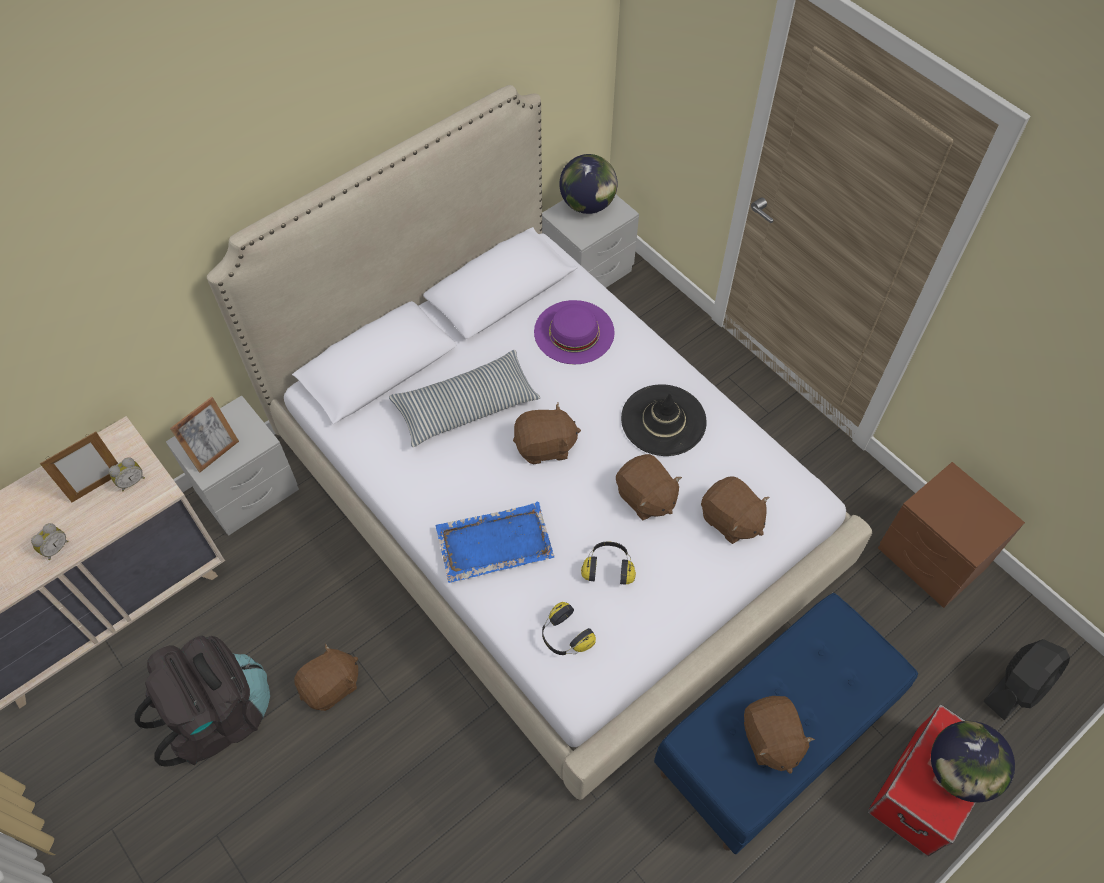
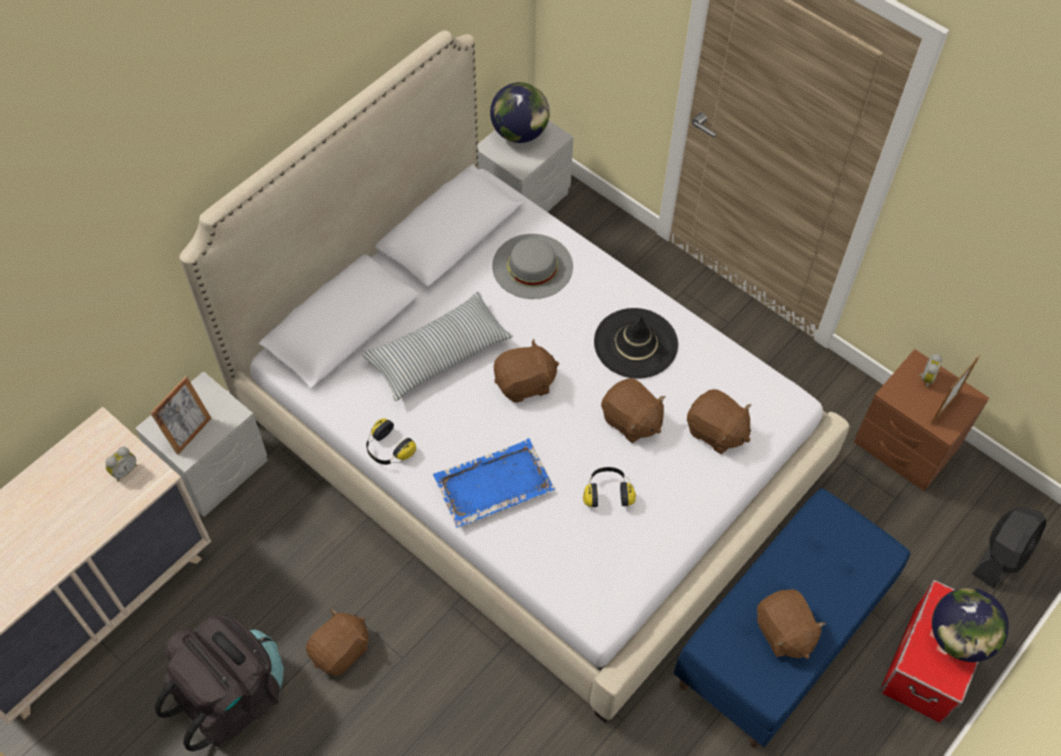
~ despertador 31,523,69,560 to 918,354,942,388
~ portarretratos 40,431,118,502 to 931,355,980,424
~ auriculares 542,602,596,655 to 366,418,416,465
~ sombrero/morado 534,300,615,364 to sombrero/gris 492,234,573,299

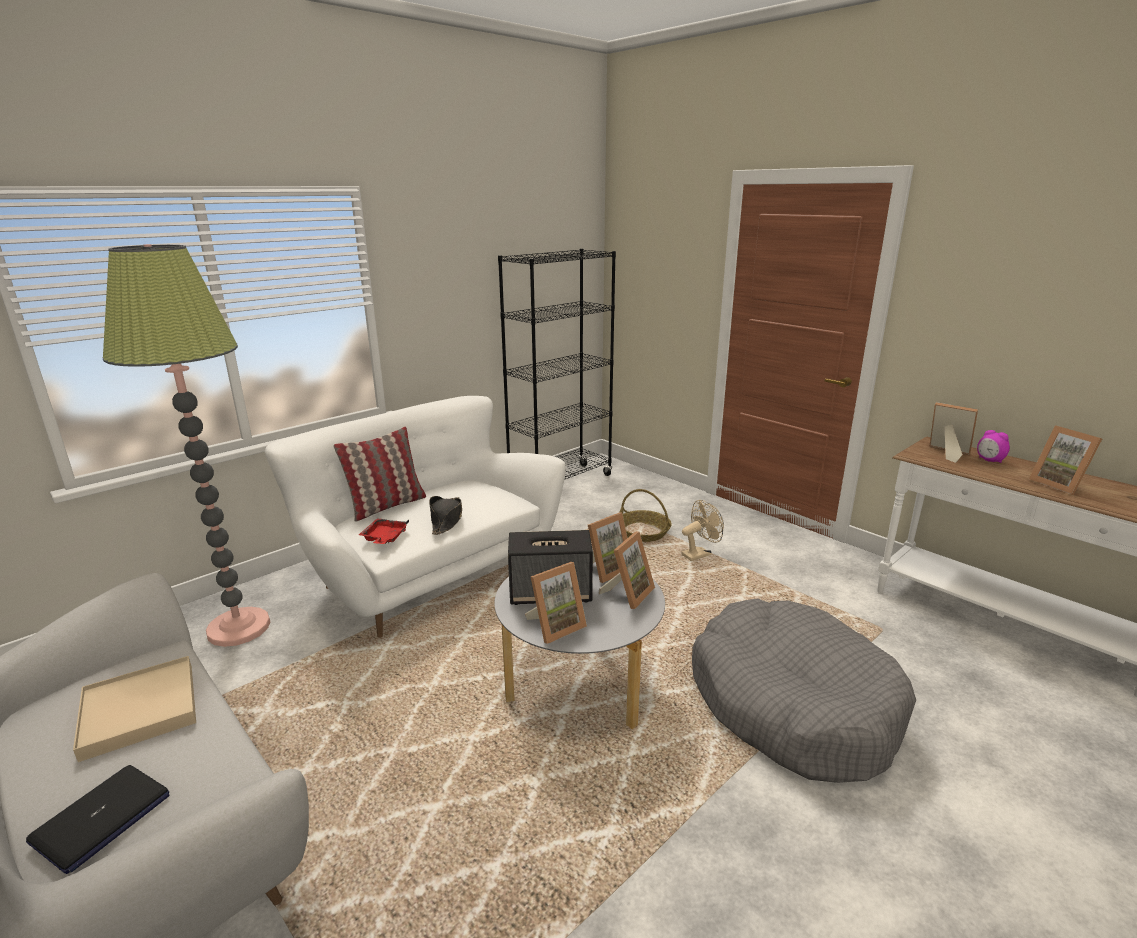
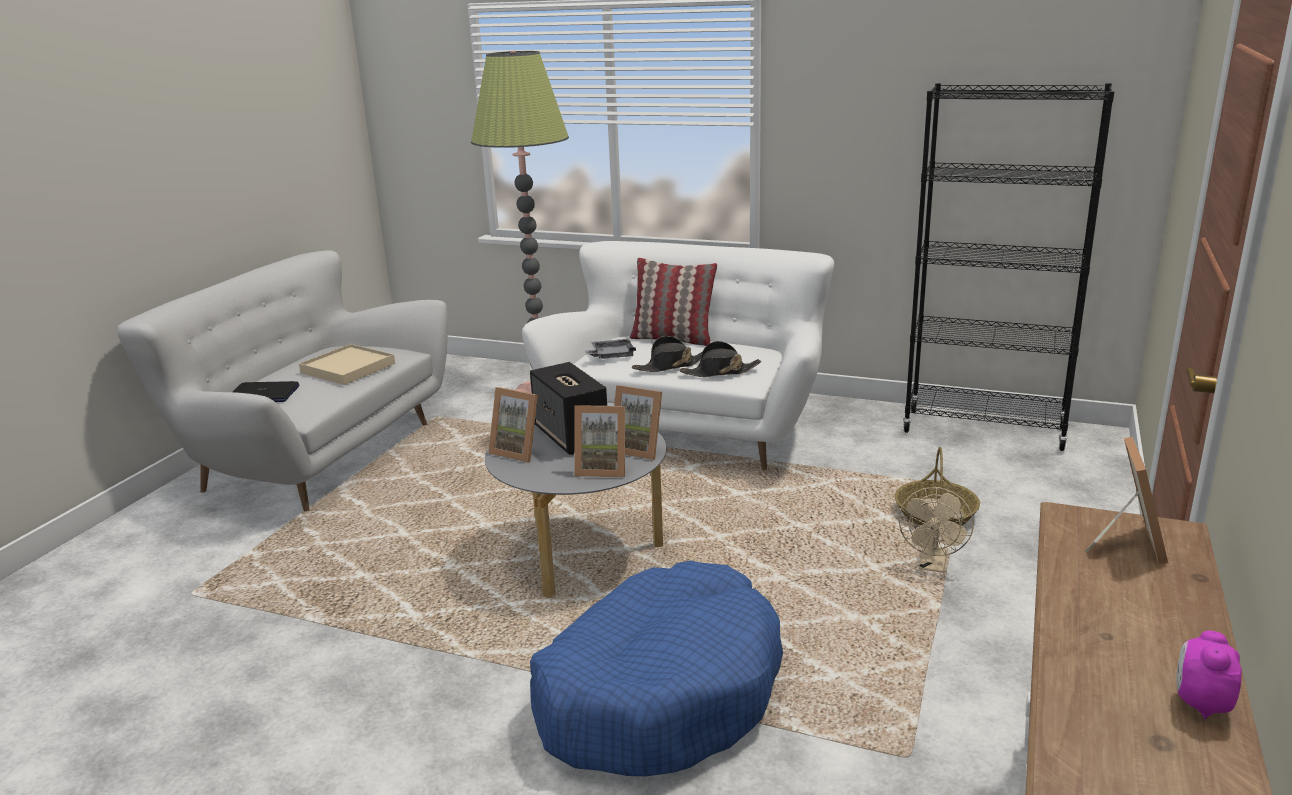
- portarretratos 1029,425,1102,495
+ sombrero/negro 680,341,761,377
~ despertador 977,430,1010,463 to 1177,631,1242,719
~ bandeja/rojo 359,518,409,544 to bandeja/gris 585,339,636,359
~ cama para perro/gris 692,598,916,783 to cama para perro/azul 530,560,783,776
~ ventilador/beis 681,500,724,561 = 899,487,974,573 75 degrees clockwise

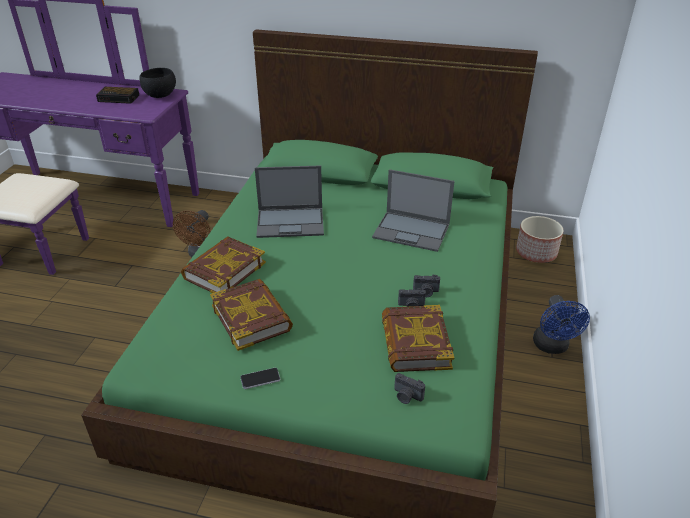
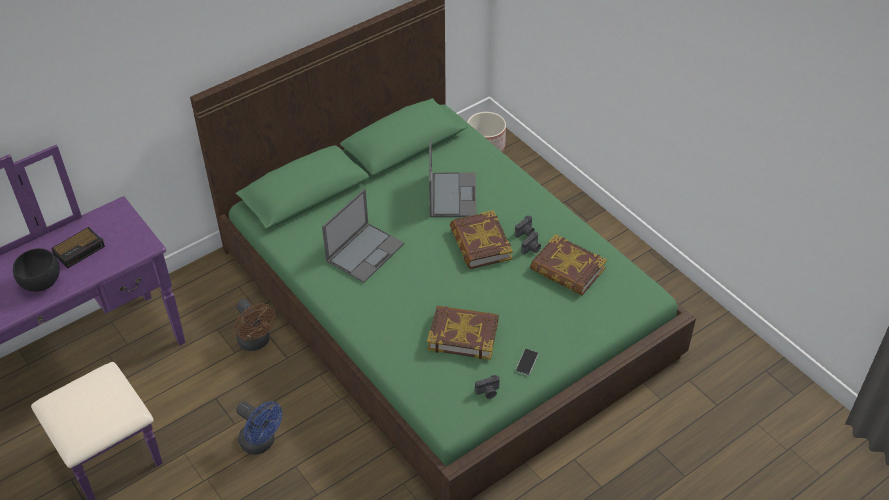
~ cuenco/negro 140,68,176,98 to 13,248,60,292
~ libro 181,236,266,293 to 450,210,513,269
~ cámara 394,373,425,404 to 475,375,500,399
~ ventilador/azul 533,295,590,354 to 236,401,282,455
~ portátil 372,169,455,252 = 429,139,477,217 60 degrees counterclockwise

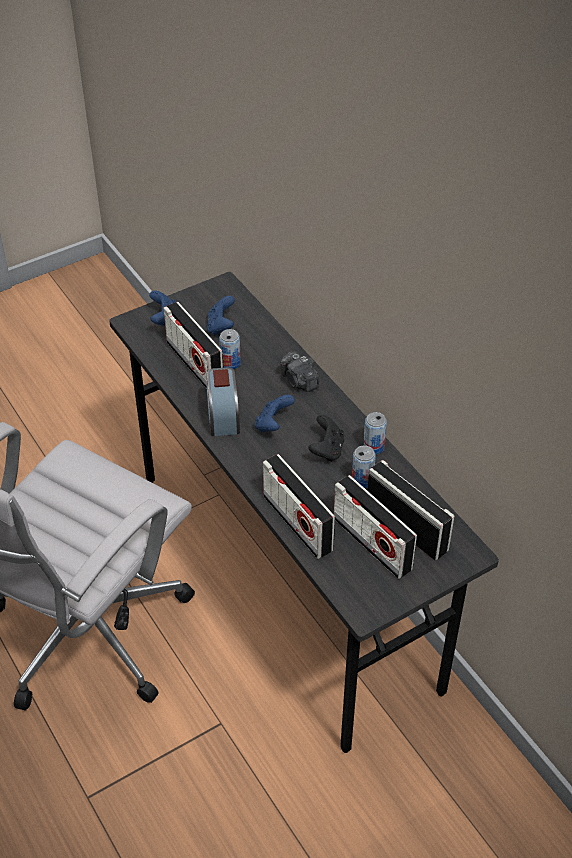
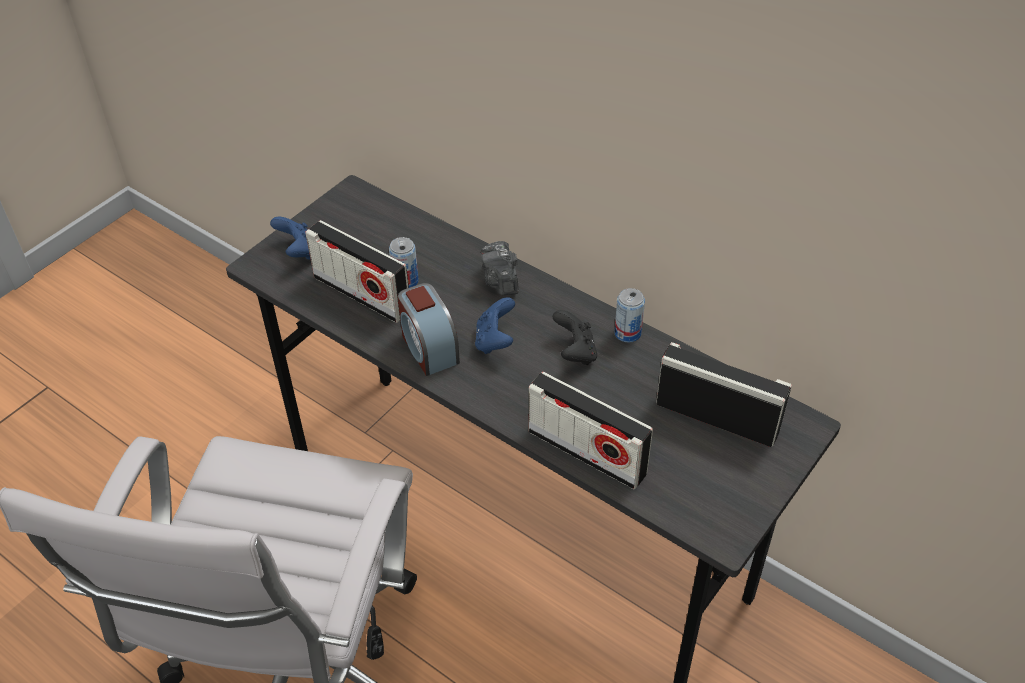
- mando de consola/azul 207,296,235,336
- radio 334,475,417,579
- lata 352,445,376,488
~ cámara 280,351,320,392 = 481,241,519,295 45 degrees clockwise

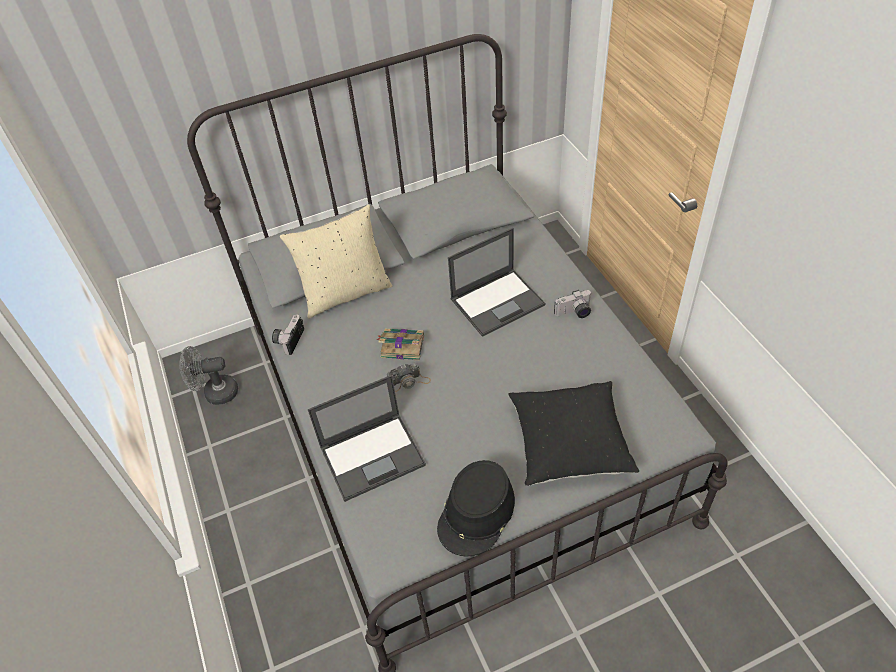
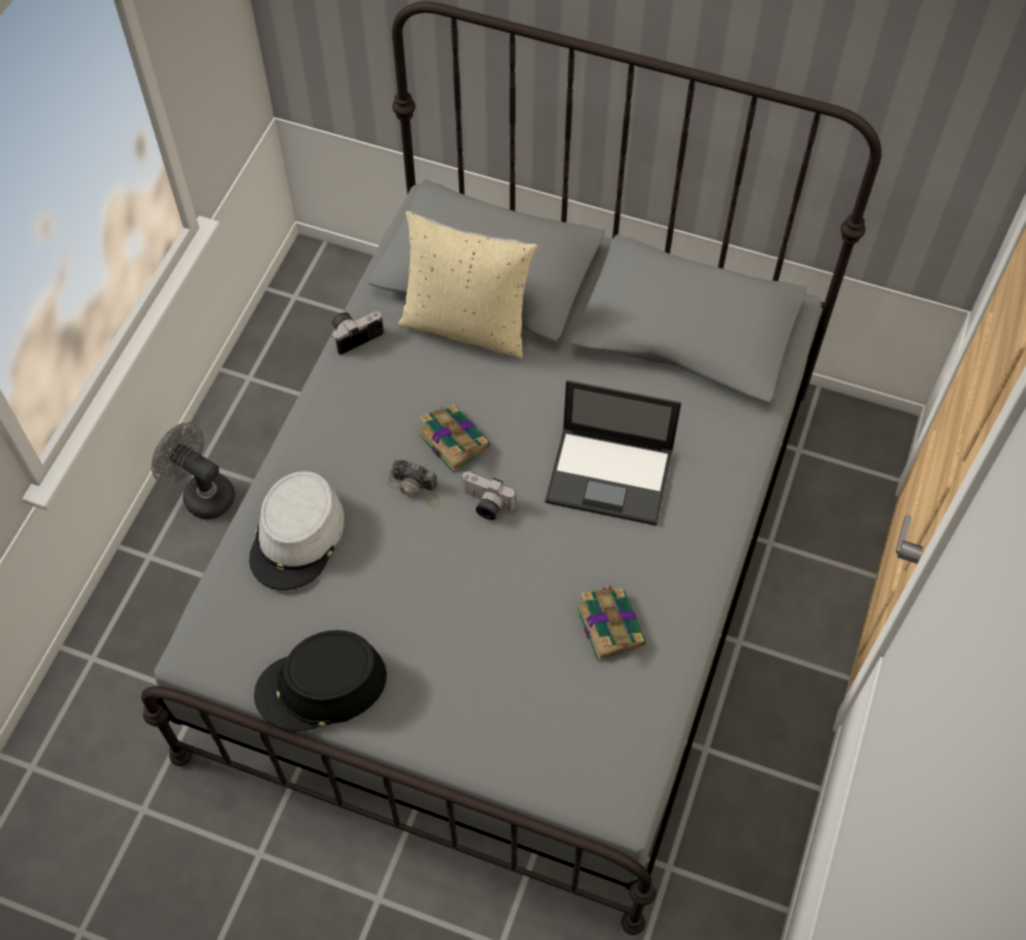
- cojín/negro 508,381,639,486
+ libro 576,586,646,661
~ ventilador/gris 179,346,238,405 to 151,422,235,520
~ cámara 554,290,591,318 to 461,471,516,520
~ portátil 308,375,426,502 to sombrero/gris 249,471,344,590

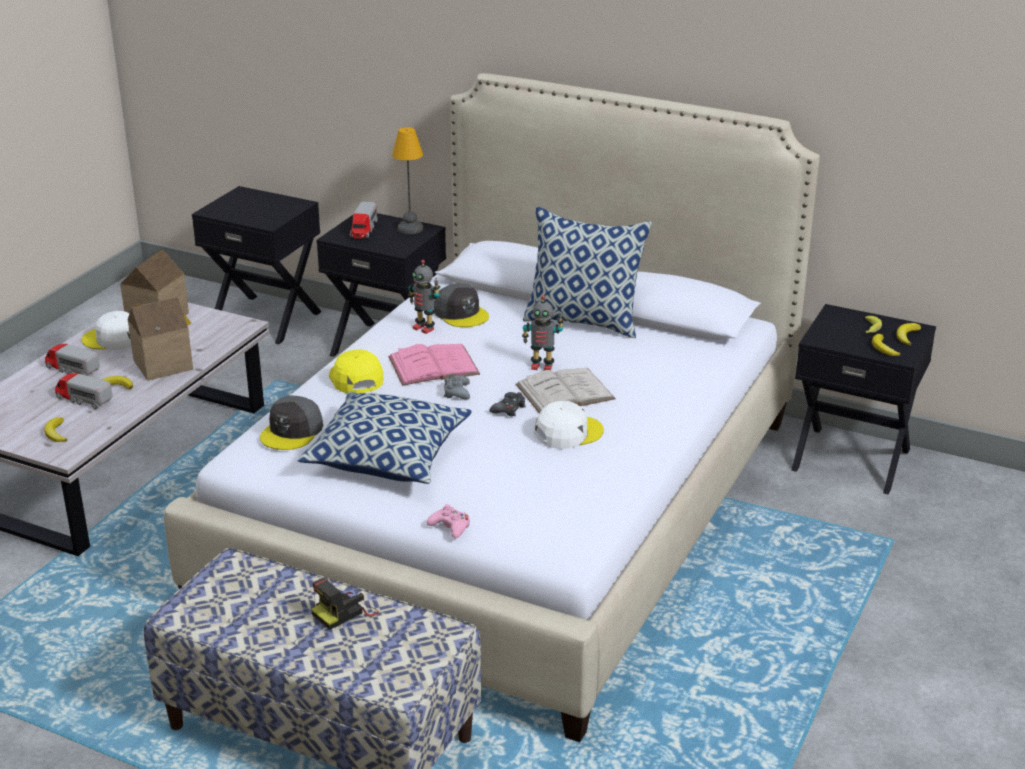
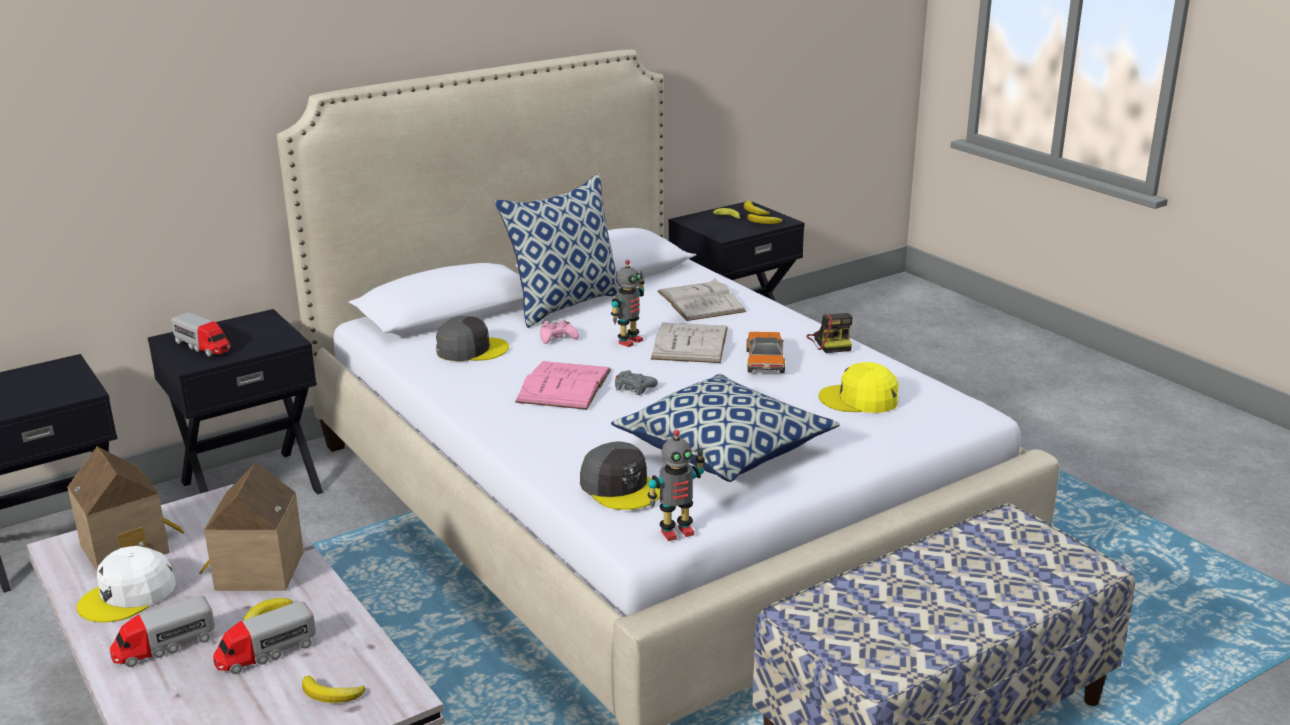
- lámpara de mesa 392,127,423,234
- mando de consola/negro 490,392,526,417
+ libro/blanco 657,278,746,321
~ cámara 311,578,379,630 to 807,313,852,353
~ gorra/amarillo 329,350,383,393 to 819,362,899,413
~ robot de juguete 408,260,440,334 to 648,430,705,541
~ mando de consola/rosa 427,504,470,539 to 540,321,579,344
~ gorra/blanco 535,401,604,449 to coche de juguete 746,332,785,373

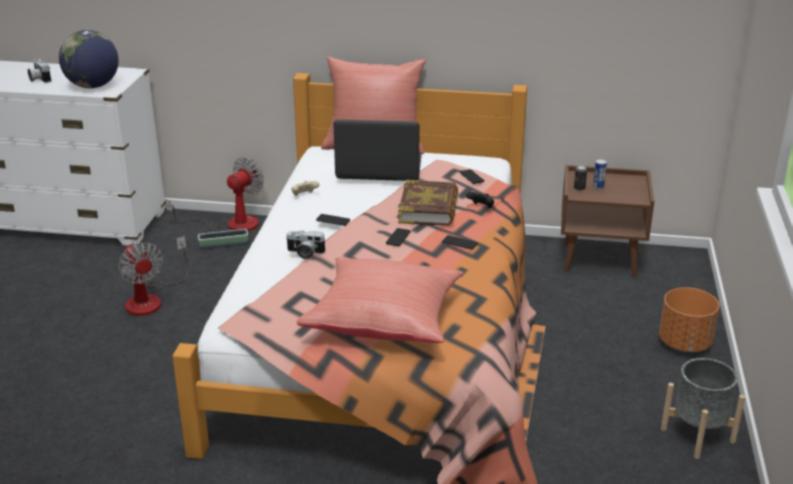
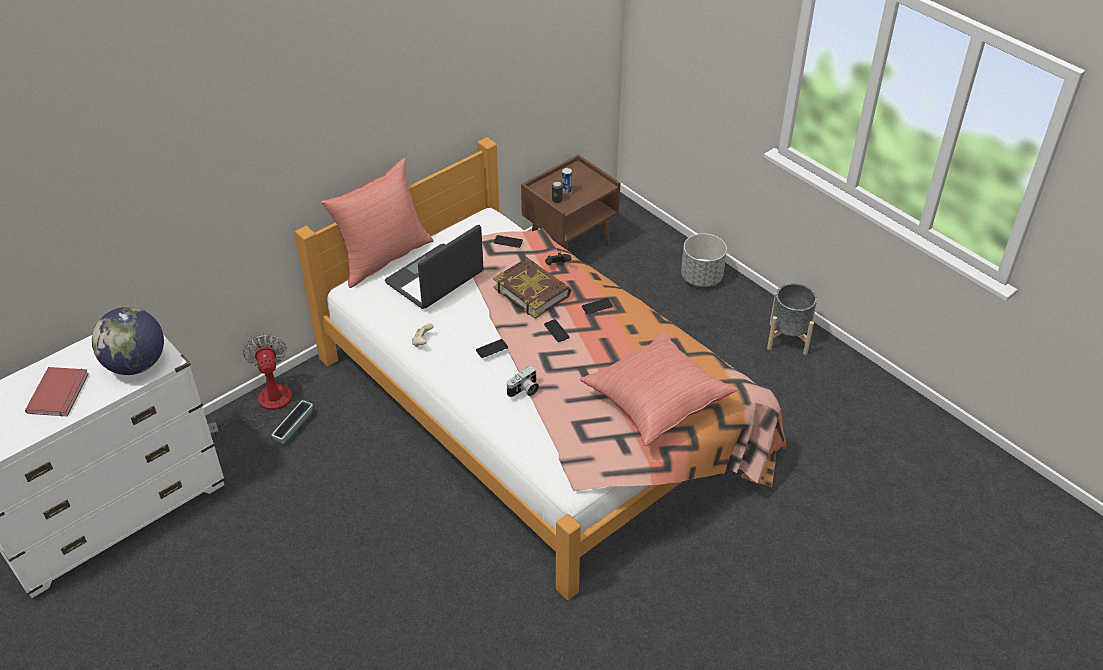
- ventilador 118,236,188,316
~ cámara 28,59,51,83 to libro/rojo 25,367,89,417
~ maceta/naranja 659,287,720,352 to maceta/gris 681,234,727,287

